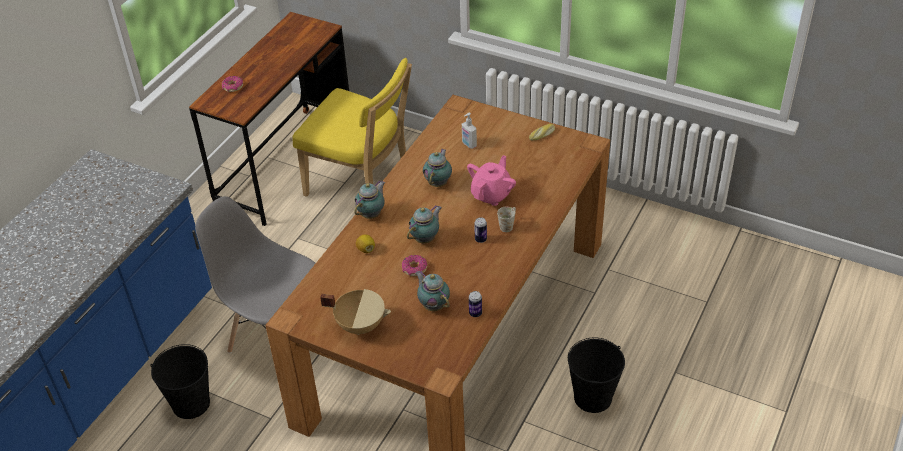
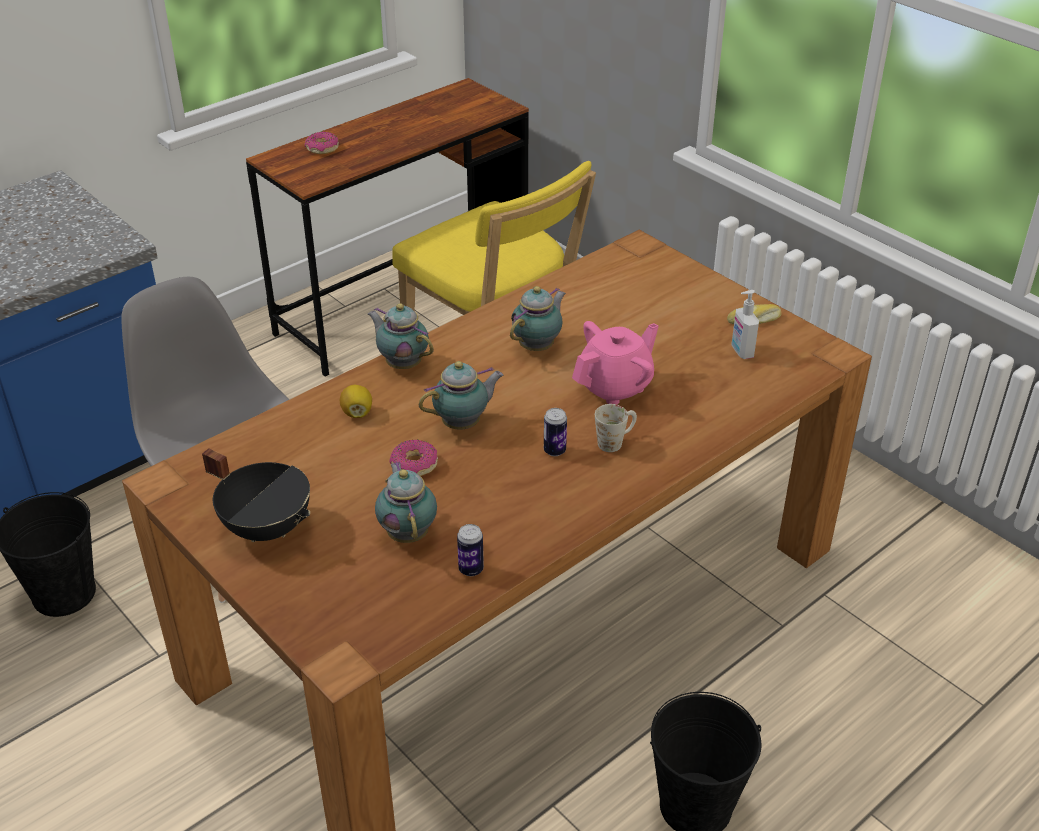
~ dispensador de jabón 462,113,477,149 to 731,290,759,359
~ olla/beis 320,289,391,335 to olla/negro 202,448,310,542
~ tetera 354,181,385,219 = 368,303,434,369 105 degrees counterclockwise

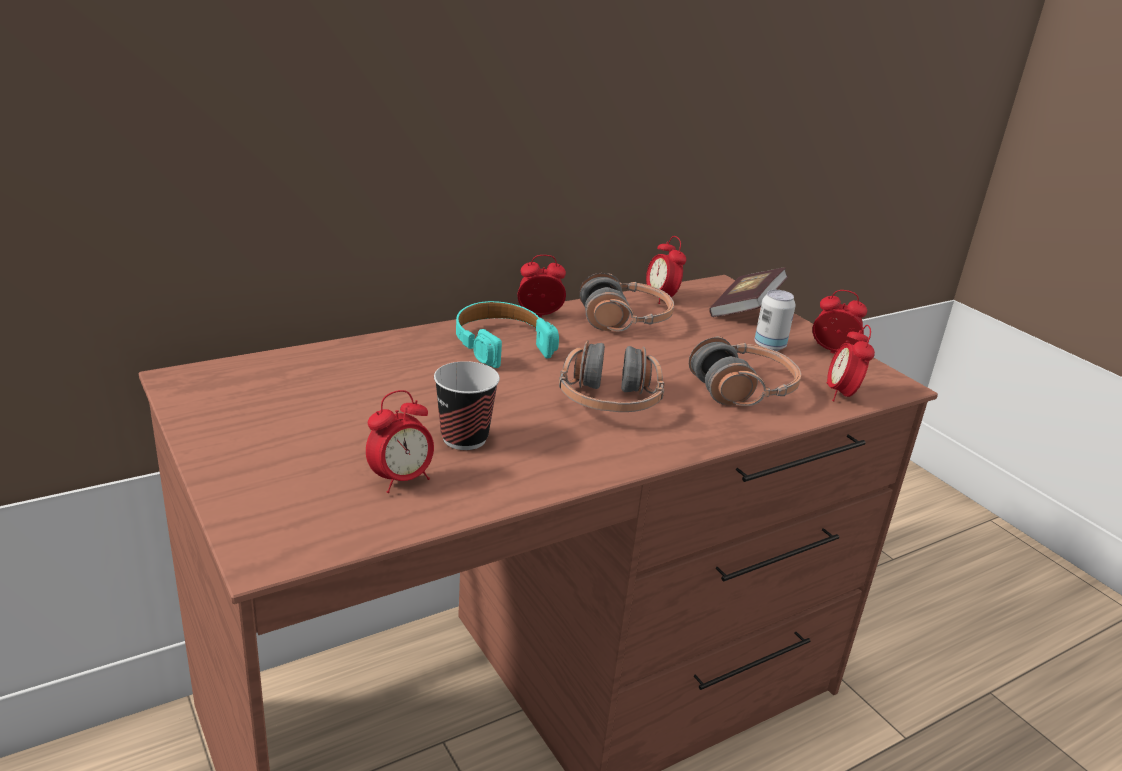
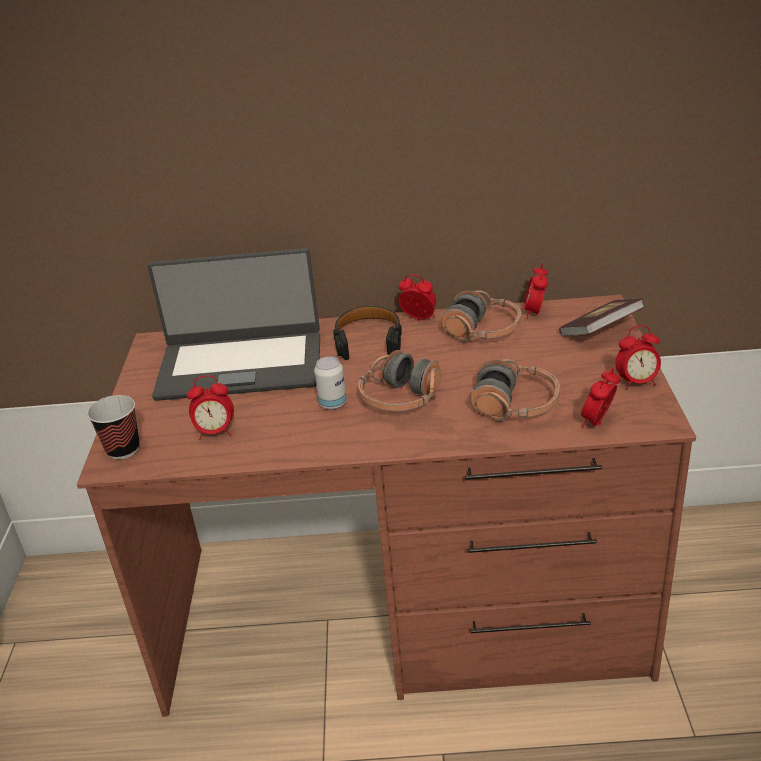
+ portátil 148,248,320,401
~ taza 434,361,500,450 to 87,395,139,460
~ lata 754,290,796,351 to 314,356,347,410
~ auriculares/turquesa 456,301,559,368 to auriculares/negro 333,306,402,360
~ despertador 812,290,867,354 = 616,325,661,390 120 degrees clockwise

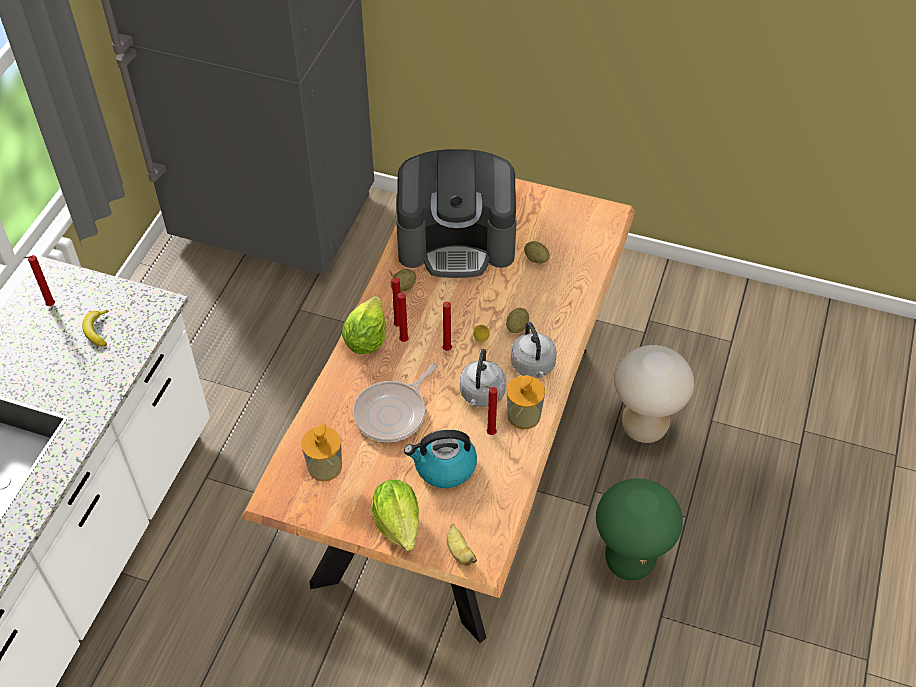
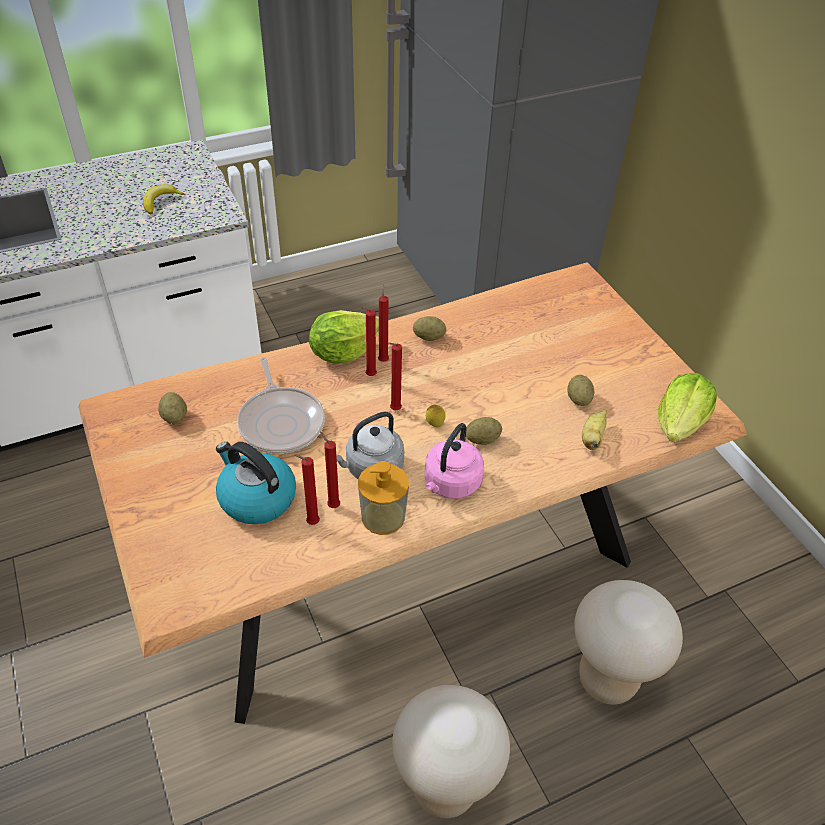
- cafetera 396,149,517,278
~ vela/rojo 24,255,55,306 to 294,455,320,525
~ lechuga 372,480,419,551 to 658,373,717,442
~ plátano 446,524,477,566 to 582,410,607,450
~ dispensador de jabón 301,424,342,481 to patata 158,392,187,424
~ hervidor/gris 511,322,557,378 to hervidor/rosa 425,423,484,499
~ taburete/verde 596,478,683,581 to taburete/beis 392,685,510,818
~ sartén 353,363,438,442 = 237,358,325,454 105 degrees counterclockwise

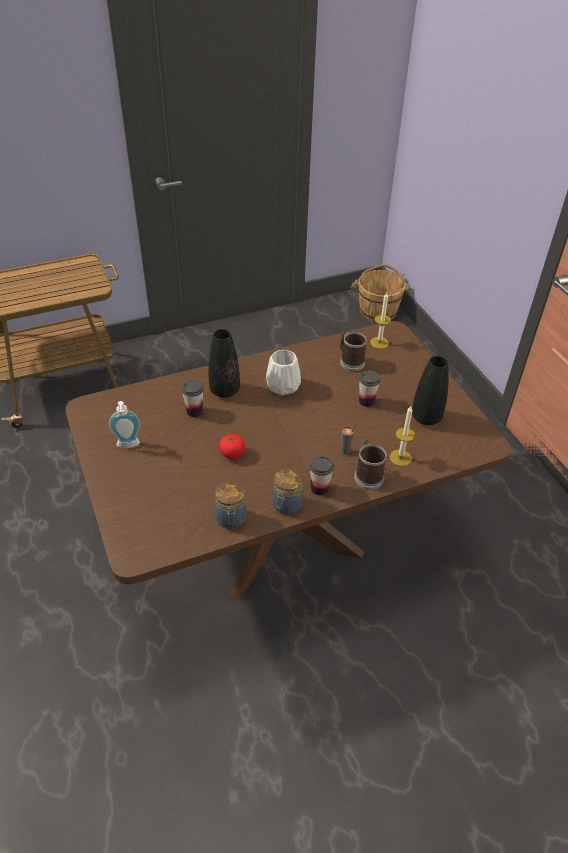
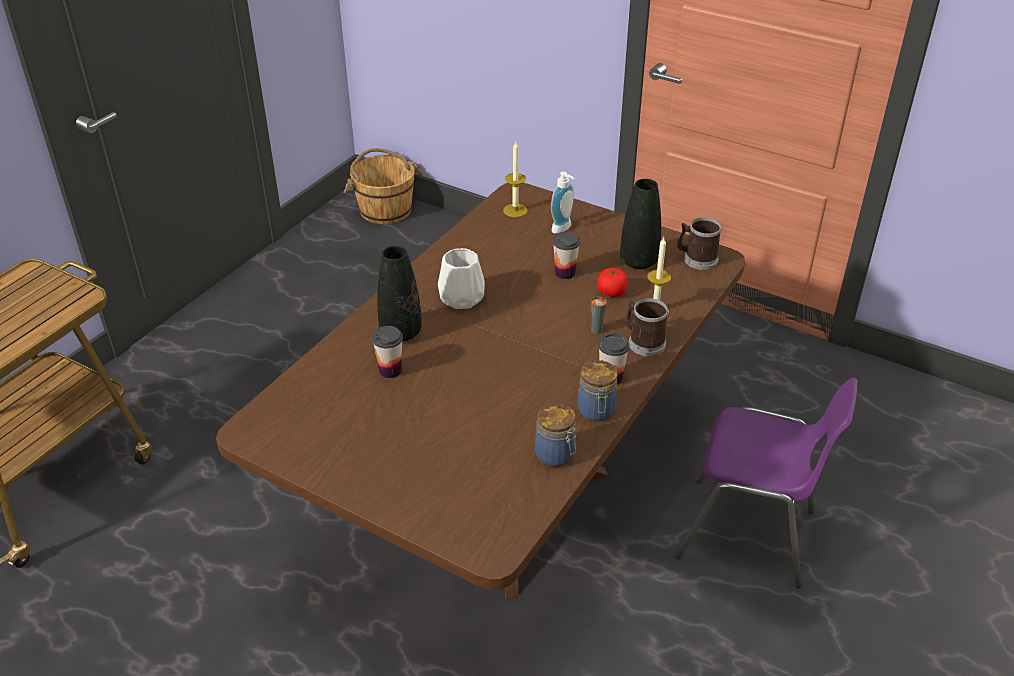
+ silla/morado 675,377,858,588
~ dispensador de jabón 109,401,140,448 to 551,172,574,234
~ tomate 219,434,245,459 to 597,268,627,297
~ taza grande 340,331,367,371 to 677,217,722,270

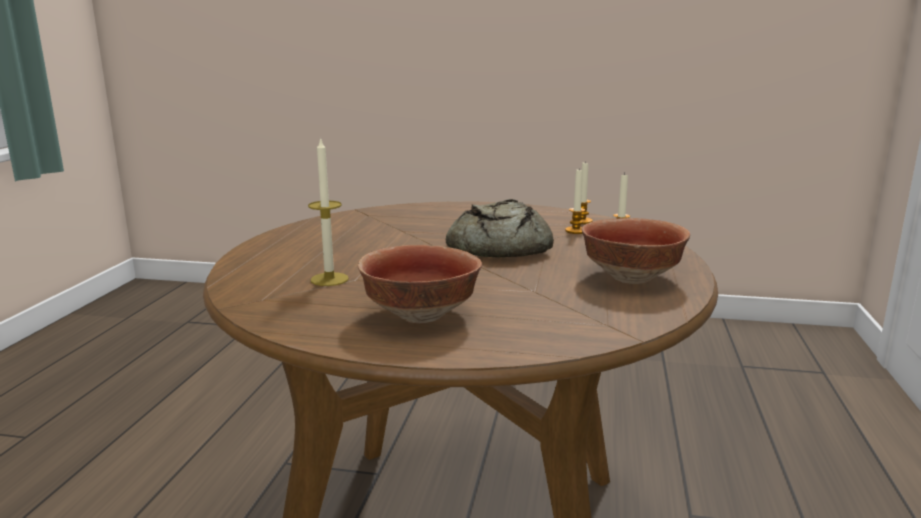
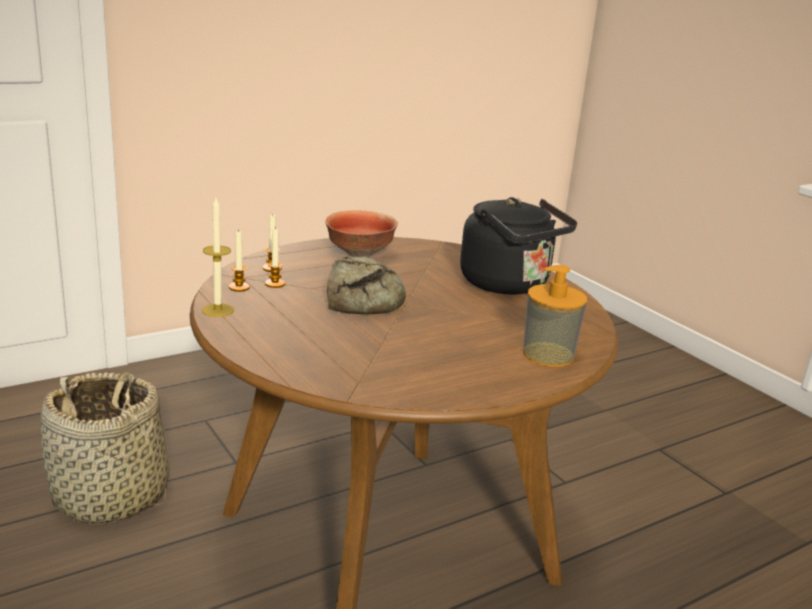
+ cesta 40,372,169,524
+ dispensador de jabón 523,265,587,367
~ vela 308,137,349,286 to 202,198,234,317
~ cuenco 358,245,482,323 to hervidor/negro 460,197,577,295

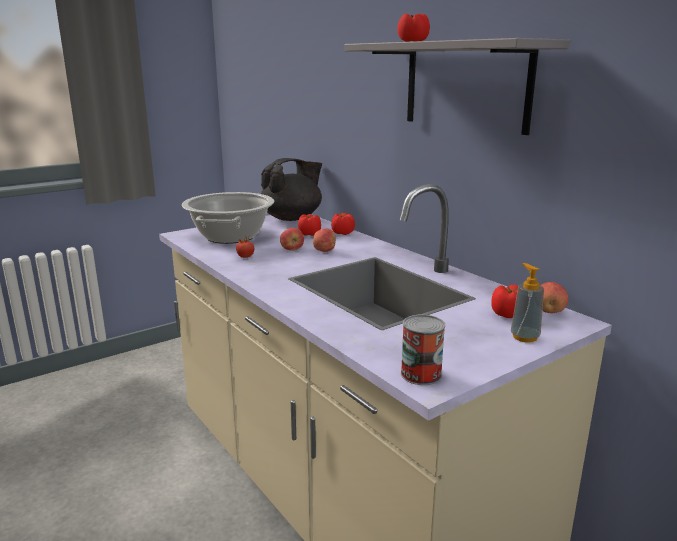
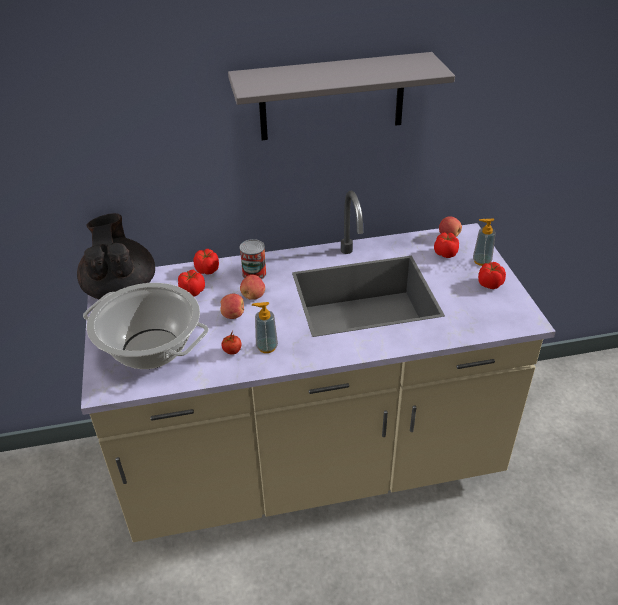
+ dispensador de jabón 252,302,278,353
~ tomate 397,14,430,42 to 478,262,506,289
~ lata 401,315,445,385 to 240,239,267,279

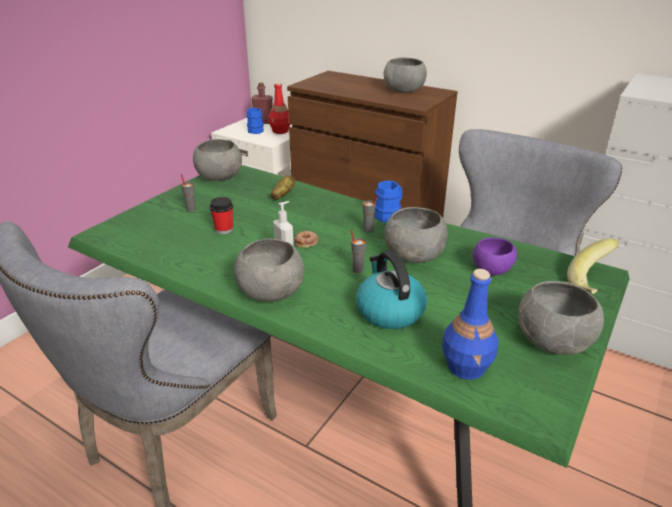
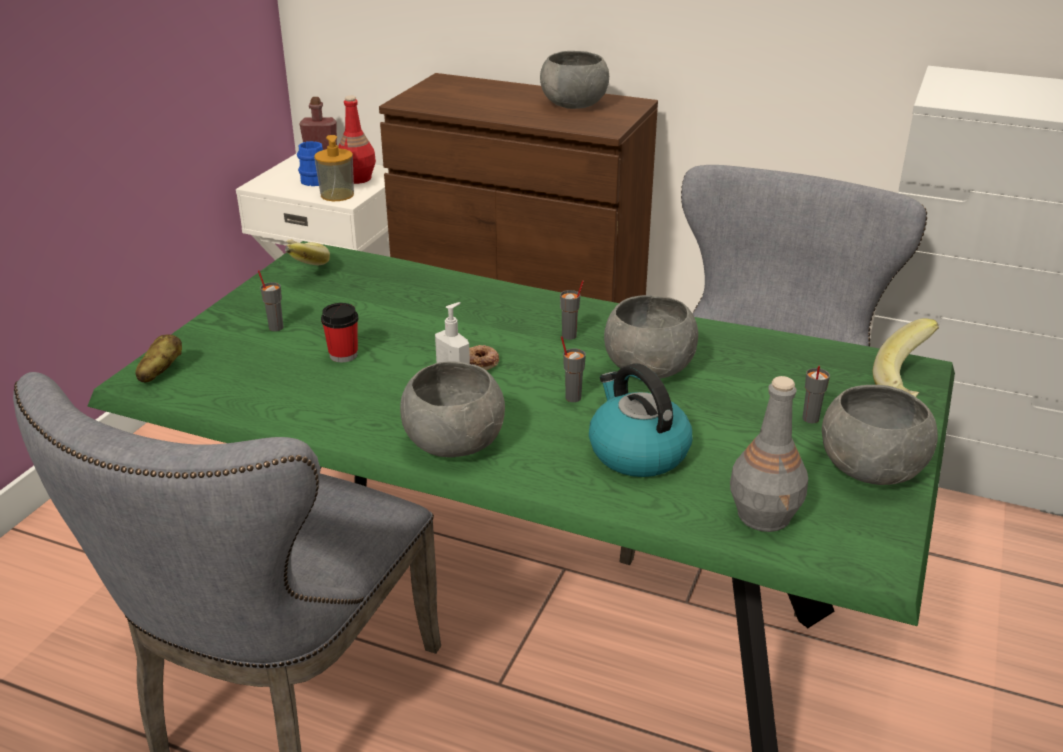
- taza grande/azul 375,181,402,222
- cuenco/morado 473,237,517,276
+ dispensador de jabón 314,135,354,201
+ taza/gris 802,366,830,423
~ patata 271,175,295,200 to 135,335,182,382
~ cuenco/gris 193,139,242,181 to plátano 285,239,330,265
~ botella/azul 442,269,499,380 to botella/gris 730,376,808,532

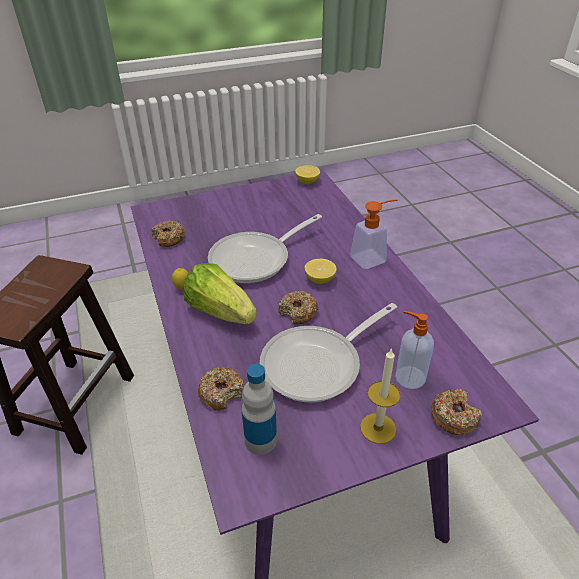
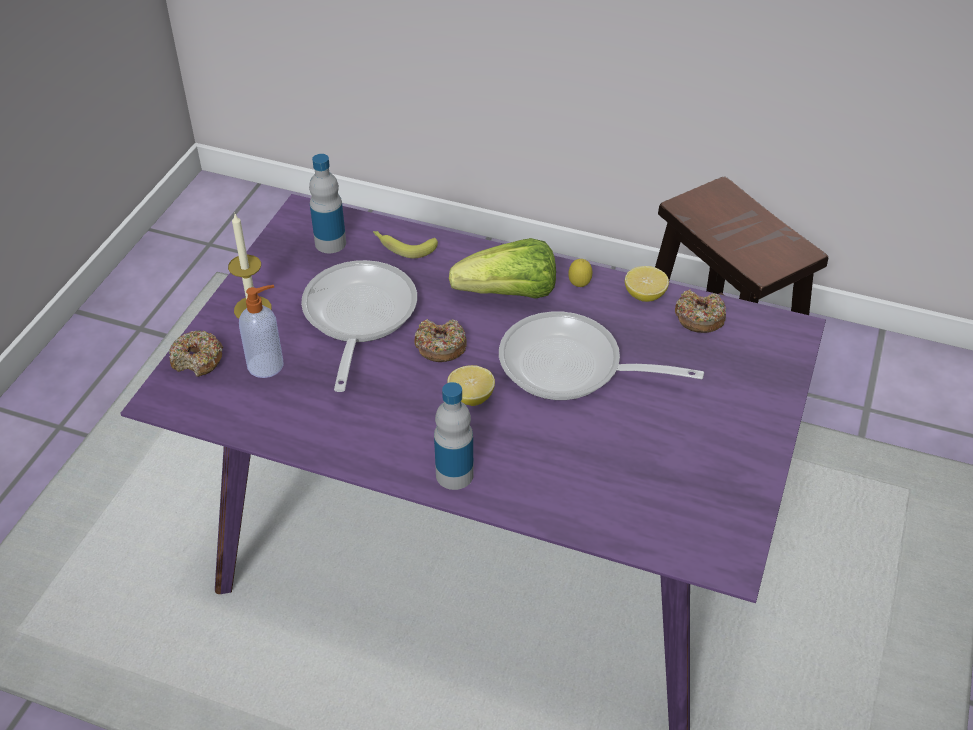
~ limón 295,165,320,184 to 625,266,669,302
~ rosquilla 198,368,245,411 to plátano 373,231,438,258
~ dispensador de jabón 350,199,397,269 to botella 434,382,474,490
~ sartén 208,214,322,284 = 499,312,704,400 75 degrees counterclockwise

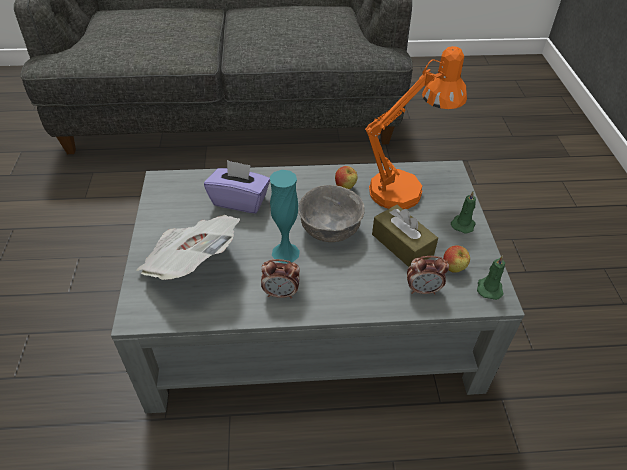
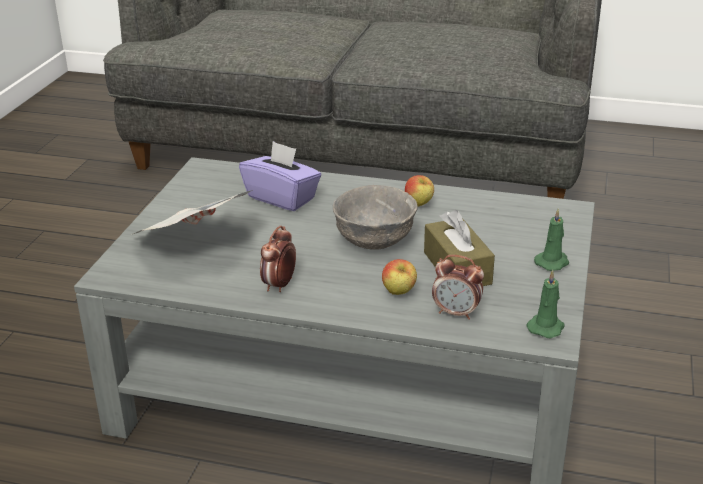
- florero/turquesa 270,170,300,264
- lámpara de mesa/naranja 365,46,467,209
~ manzana 443,245,470,273 to 382,259,417,295
~ despertador 261,259,300,299 = 260,226,296,292 90 degrees clockwise

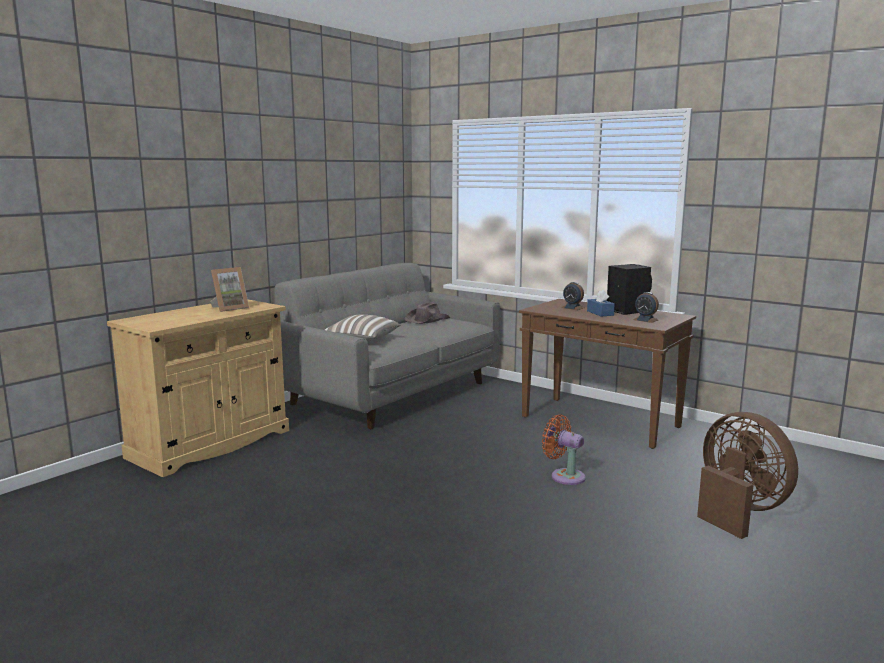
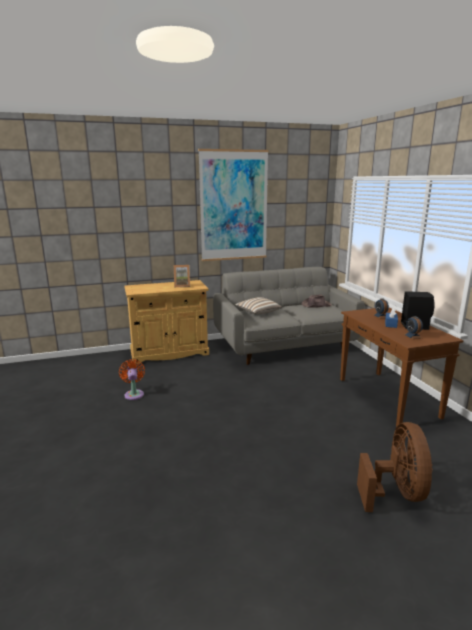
+ cuadro 198,149,269,261
~ ventilador/naranja 542,415,586,485 to 119,360,145,400

